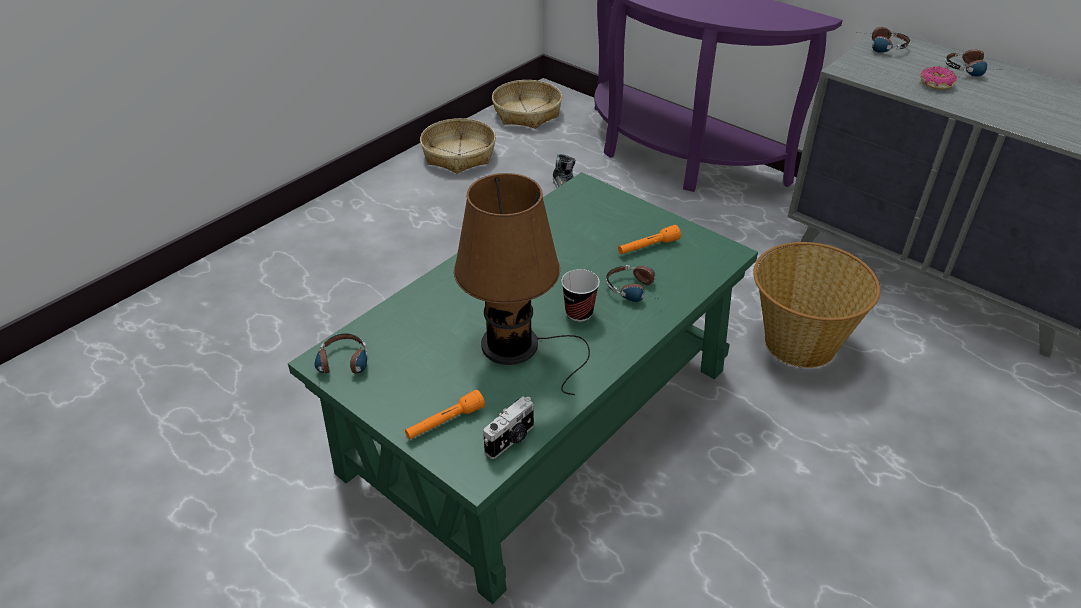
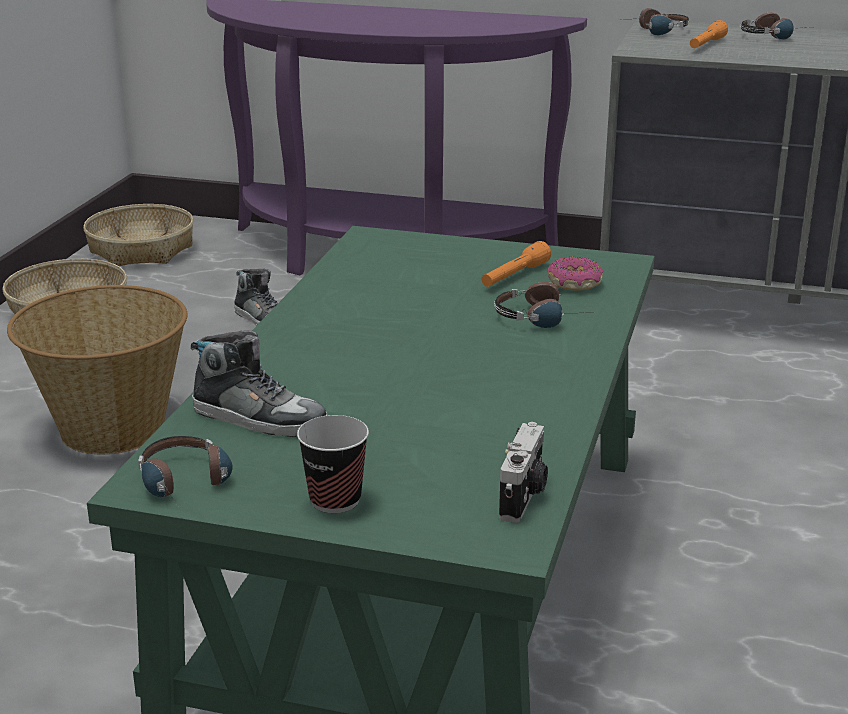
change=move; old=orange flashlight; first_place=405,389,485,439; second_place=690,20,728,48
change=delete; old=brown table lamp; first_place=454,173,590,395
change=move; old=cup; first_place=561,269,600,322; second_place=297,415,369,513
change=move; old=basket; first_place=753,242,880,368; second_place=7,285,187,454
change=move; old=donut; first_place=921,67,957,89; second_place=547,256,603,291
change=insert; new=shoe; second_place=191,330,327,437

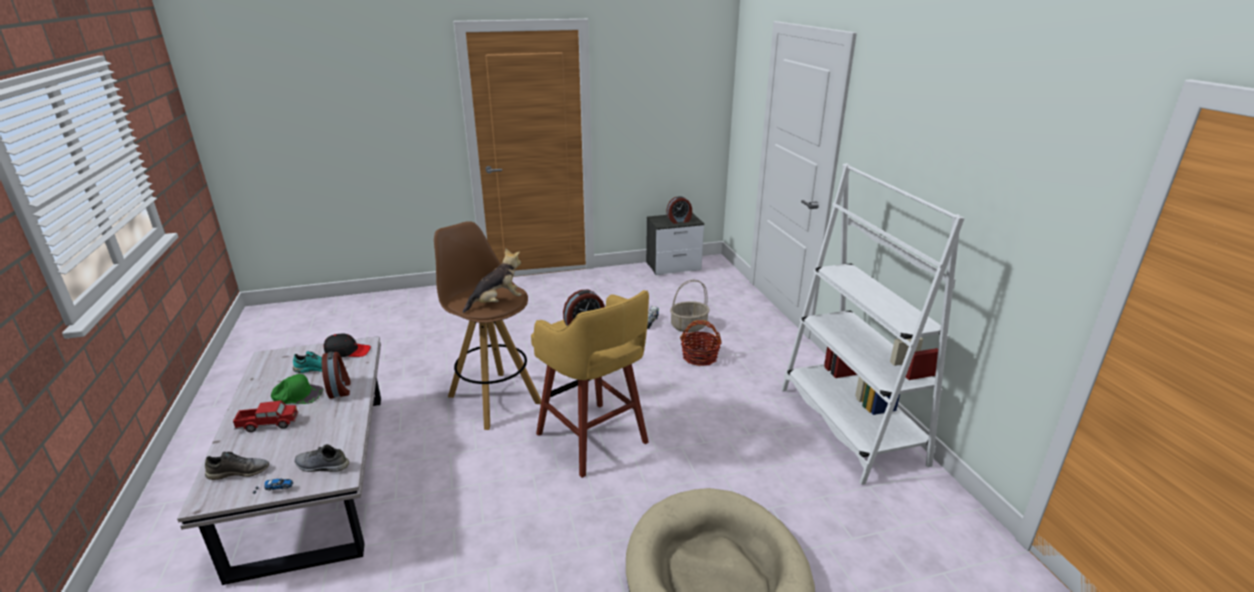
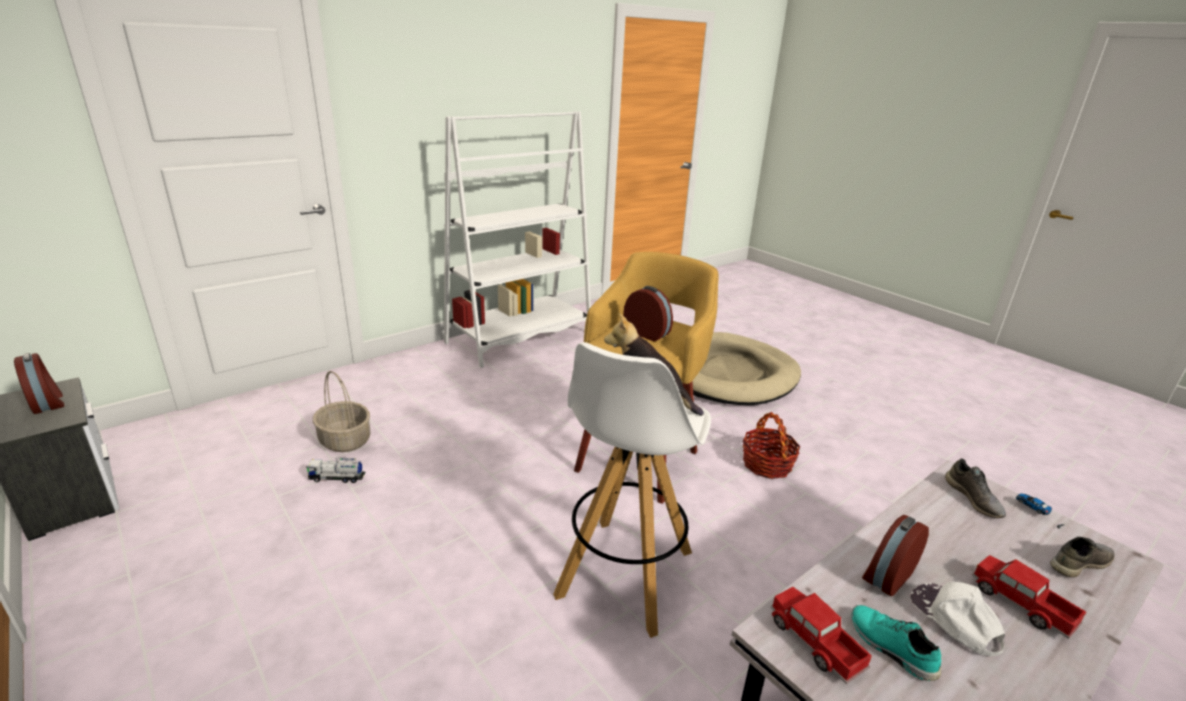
change=rotate; old=grey shoe; first_place=205,452,269,480; second_place=1050,537,1115,577; degrees=105
change=recolor; old=green cap; new=white cap; first_place=271,374,324,404; second_place=910,582,1005,656
change=replace; old=black cap; new=toy truck; first_place=324,334,371,358; second_place=771,587,872,684
change=recolor; old=brown stool; new=white stool; first_place=434,221,541,430; second_place=553,342,711,638
change=move; old=basket; first_place=680,320,722,366; second_place=742,412,801,479

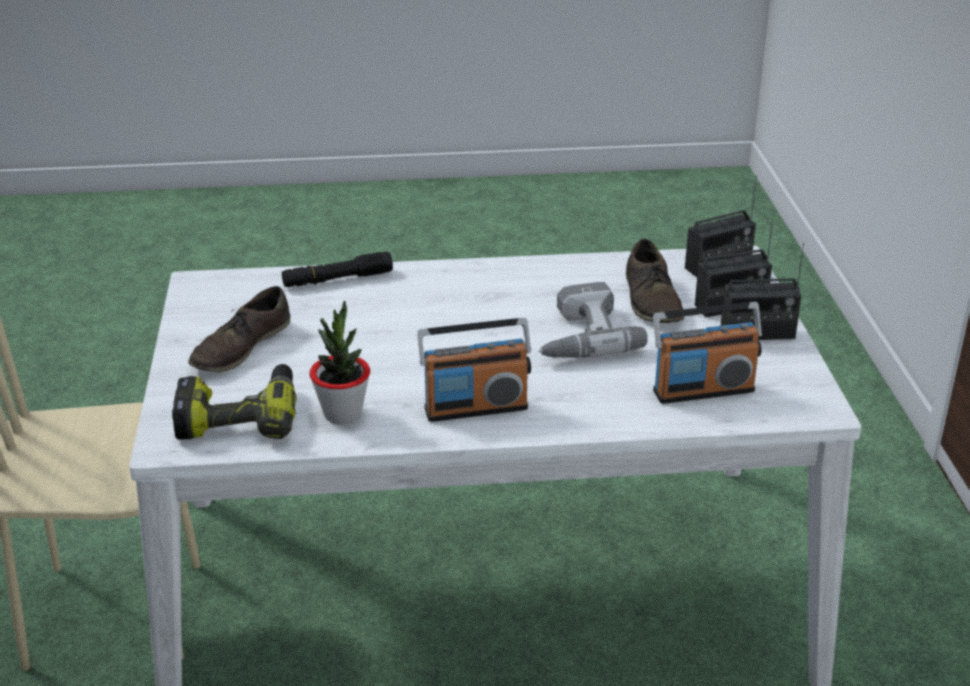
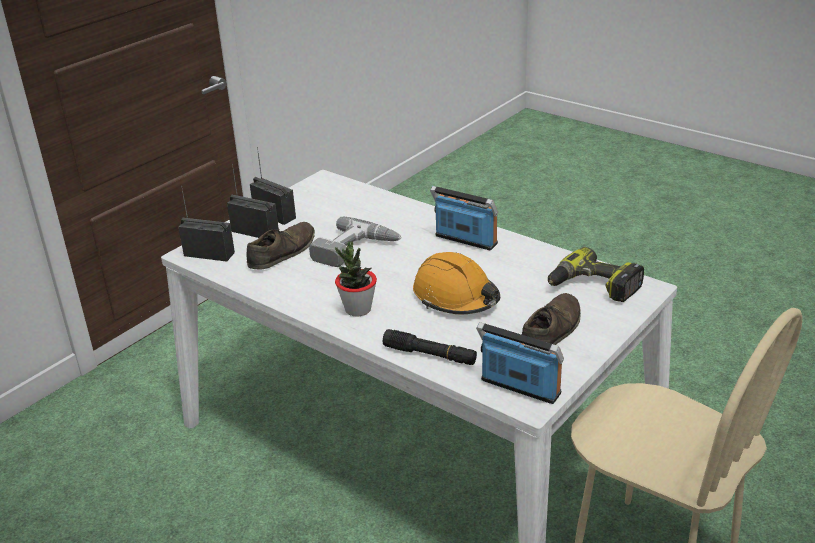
change=rotate; old=brown shoe; first_place=188,286,291,372; second_place=522,293,581,345; degrees=-45
change=move; old=potted plant; first_place=309,301,370,424; second_place=335,241,377,317
change=move; old=radio; first_place=653,302,762,404; second_place=476,322,564,404
change=insert; new=orange hard hat; second_place=413,252,500,314

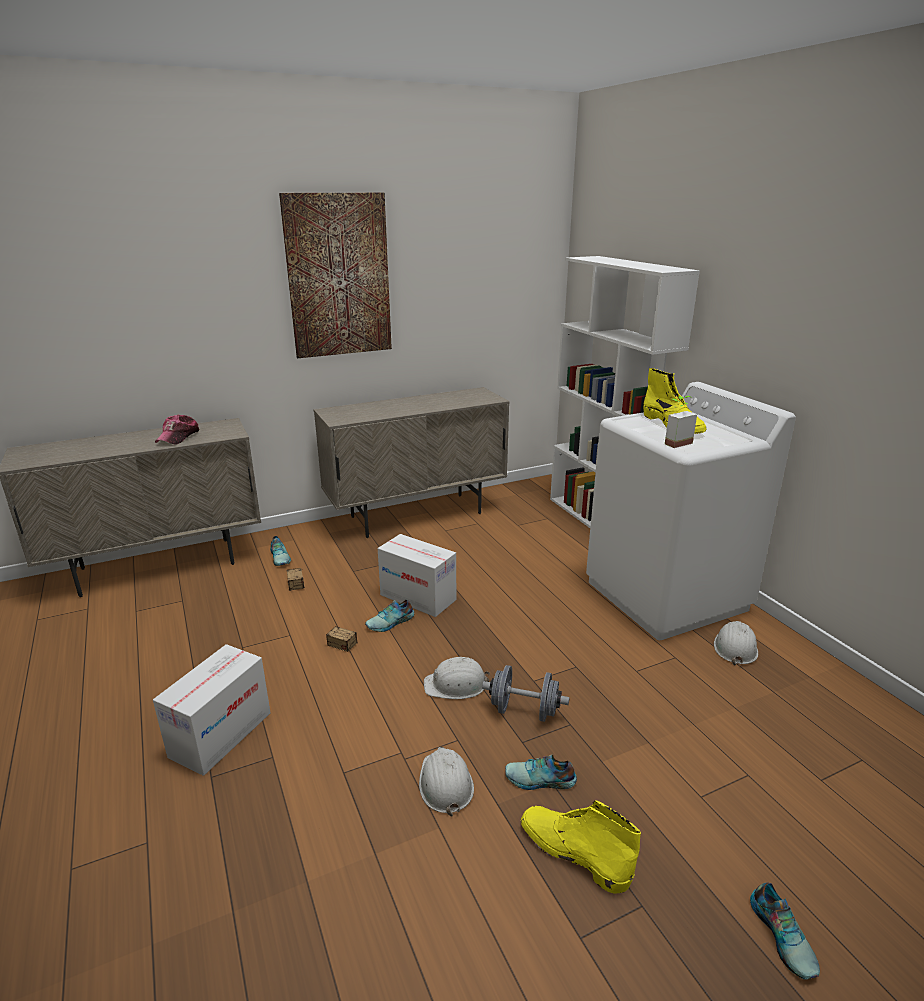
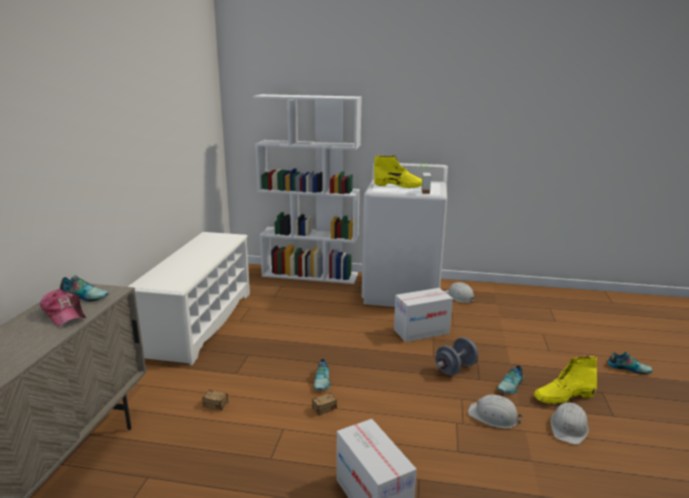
change=move; old=shoe; first_place=270,536,291,566; second_place=60,275,109,302
change=delete; old=picture; first_place=279,193,392,358
change=replace; old=beige cabinet; new=white shoe rack; first_place=313,387,509,538; second_place=128,232,250,365
change=move; old=cardboard box; first_place=378,534,456,617; second_place=394,288,453,342
change=move; old=white hard hat; first_place=424,657,490,699; second_place=551,402,589,445

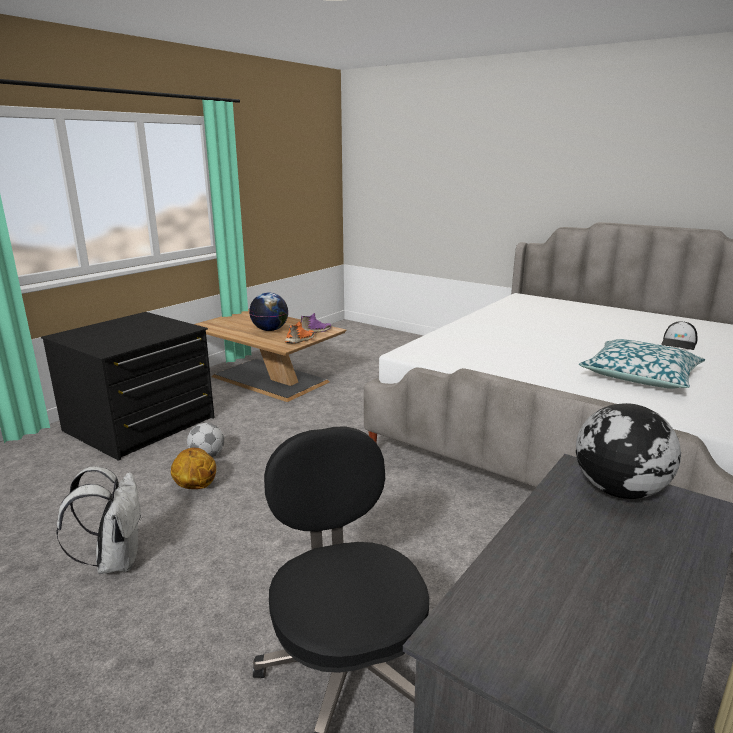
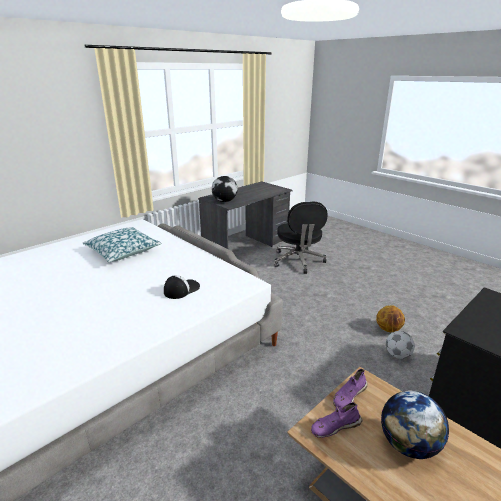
change=delete; old=white backpack; first_place=56,466,142,574
change=recolor; old=orange shoe; new=purple shoe; first_place=285,321,315,343; second_place=333,369,367,407
change=move; old=cap; first_place=661,321,698,350; second_place=164,275,200,299

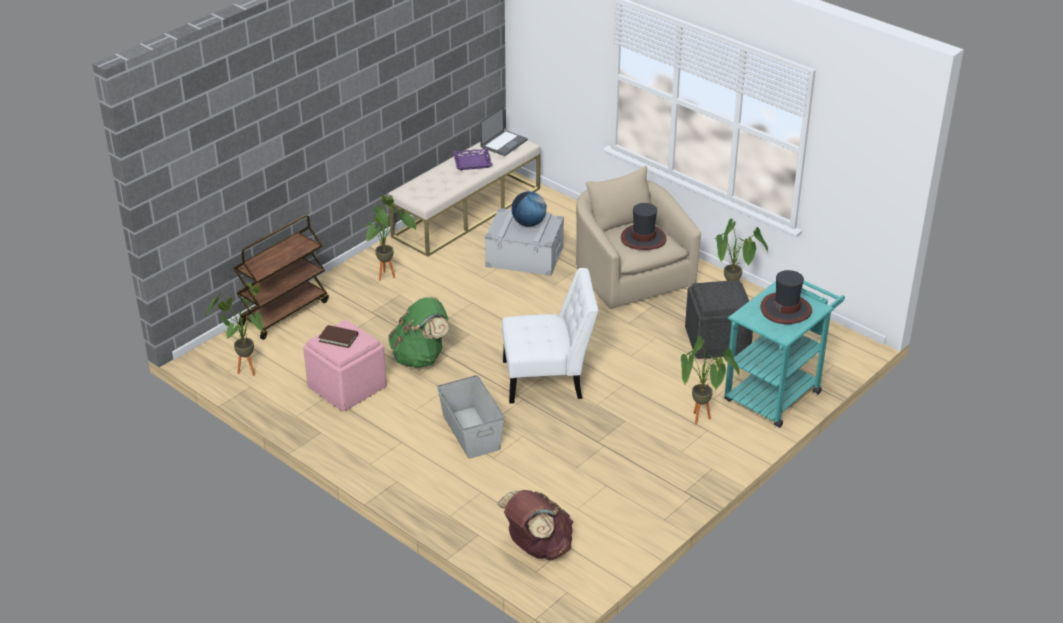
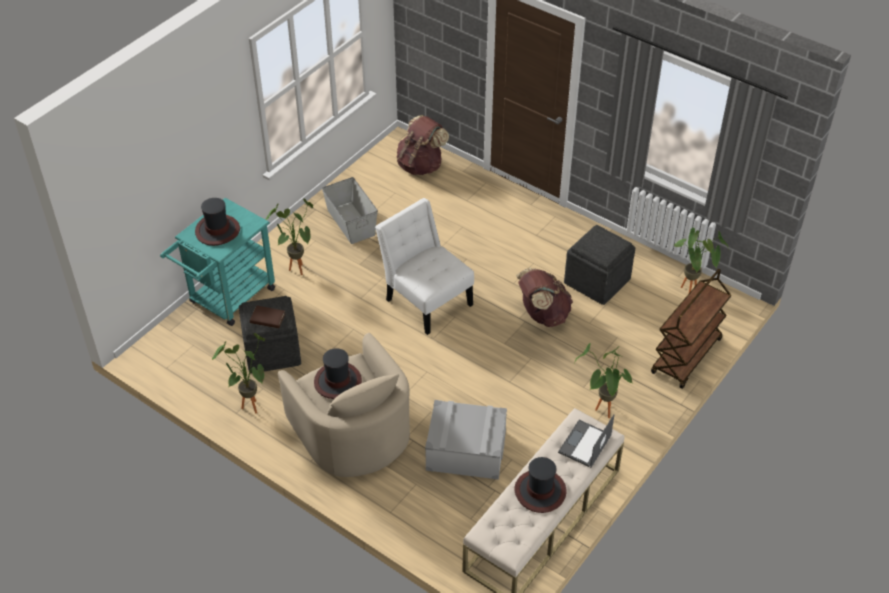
change=recolor; old=pink ottoman; new=grey ottoman; first_place=303,320,387,411; second_place=564,225,635,305
change=move; old=brown book; first_place=318,325,358,348; second_place=250,306,285,328
change=recolor; old=green backpack; new=brown backpack; first_place=388,296,449,368; second_place=516,268,573,327
change=move; old=grey storage box; first_place=437,375,505,459; second_place=322,177,378,244
change=replace; old=purple tray; new=hat; first_place=453,148,493,170; second_place=515,457,566,513
change=move; old=laptop; first_place=480,106,528,156; second_place=558,414,615,468
change=rotate; old=white chair; first_place=502,268,599,404; second_place=375,198,474,335; degrees=60
change=delete; old=globe; first_place=511,191,547,227

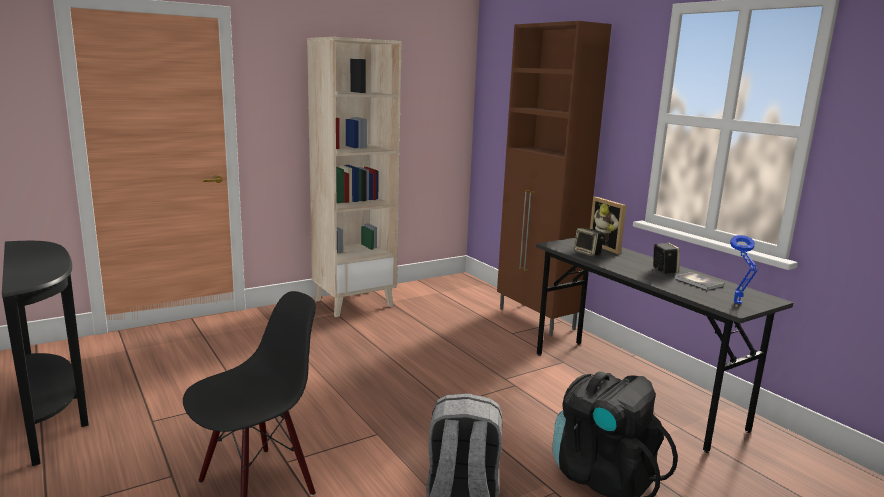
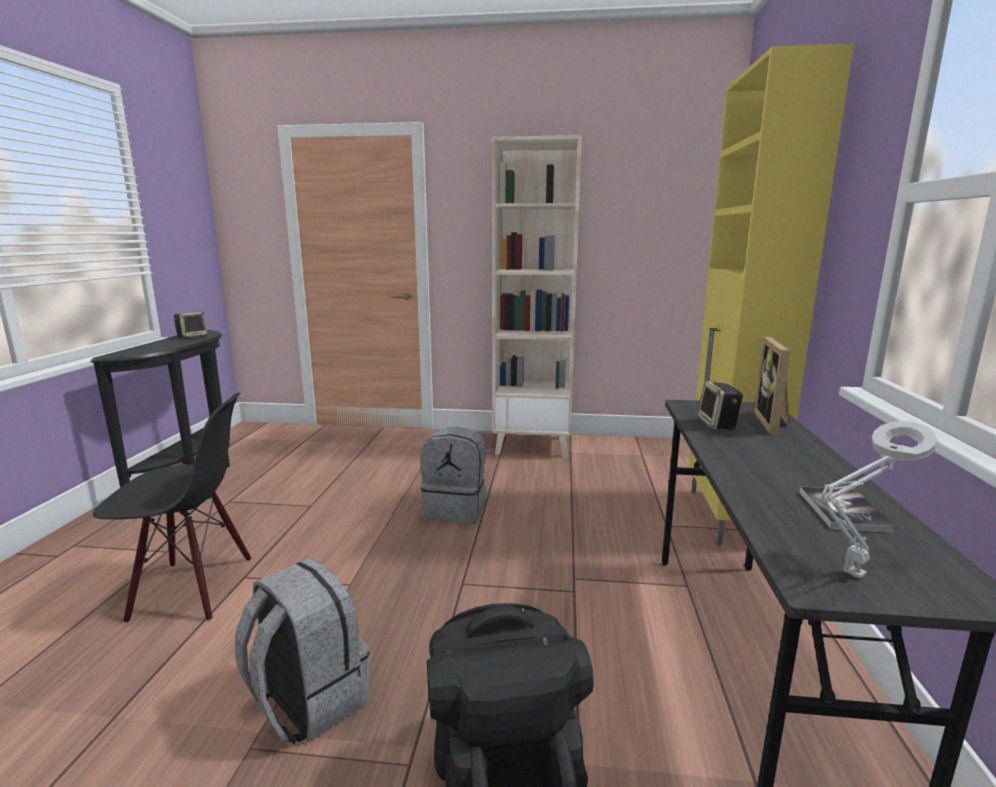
change=recolor; old=brown cabinet; new=yellow cabinet; first_place=497,21,612,336; second_place=689,43,854,545
change=move; old=speaker; first_place=653,243,680,274; second_place=174,312,208,338
change=recolor; old=blue table lamp; new=grey table lamp; first_place=730,235,758,304; second_place=816,421,937,578
change=insert; new=grey backpack; second_place=420,427,486,524

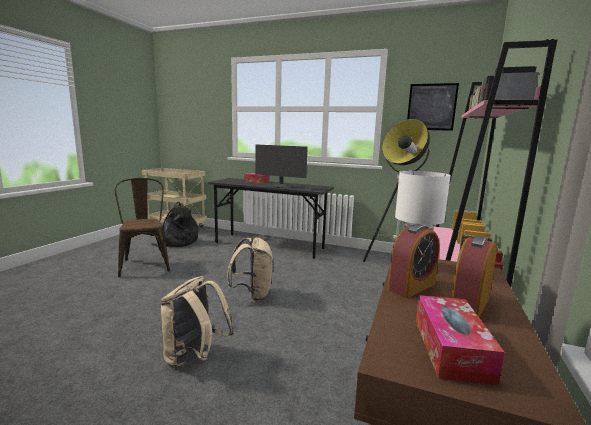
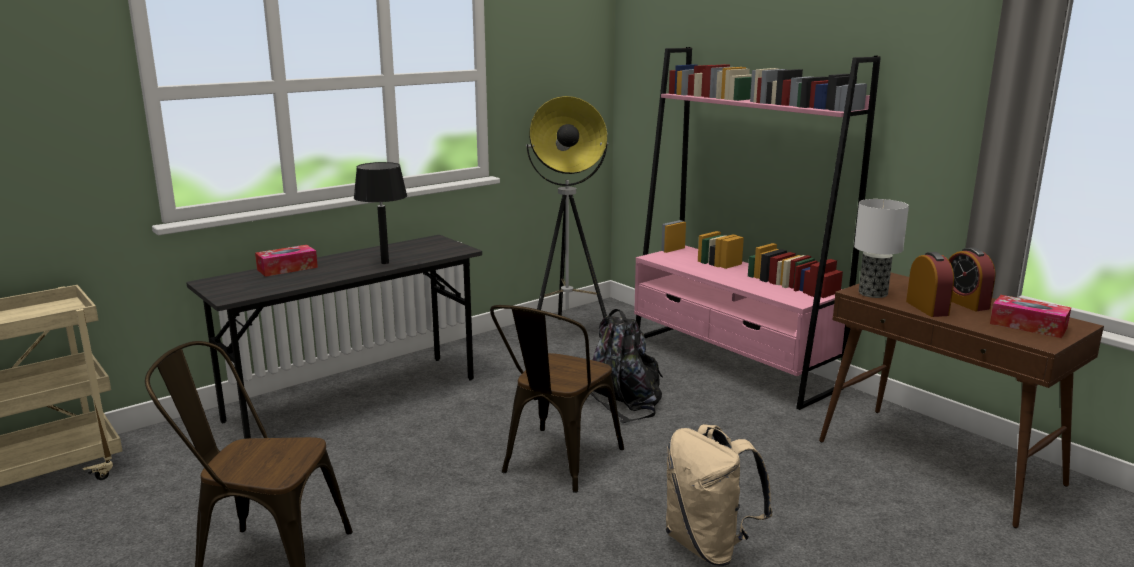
change=move; old=black backpack; first_place=151,201,198,247; second_place=590,309,663,423
change=replace; old=beige backpack; new=brown chair; first_place=227,237,273,301; second_place=490,305,624,493
change=replace; old=monitor; new=black table lamp; first_place=256,144,308,188; second_place=354,162,407,264
change=delete; old=picture; first_place=407,83,459,131

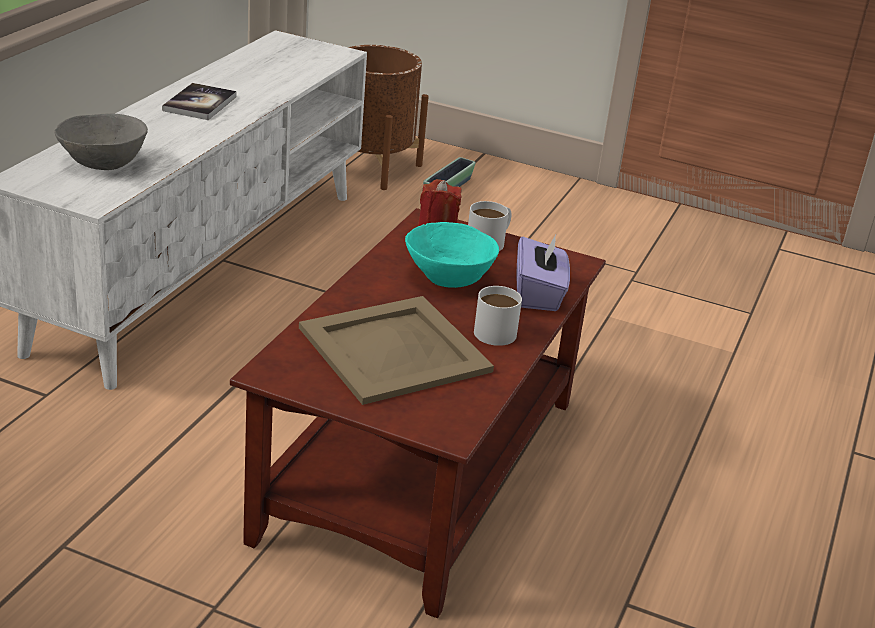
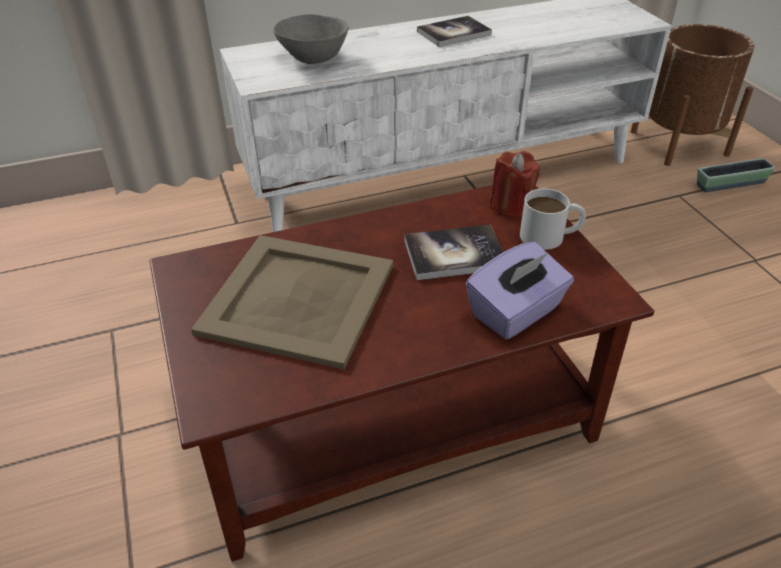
change=replace; old=turquoise bowl; new=book; first_place=405,222,499,288; second_place=404,225,503,280
change=delete; old=white mug; first_place=474,286,522,346

